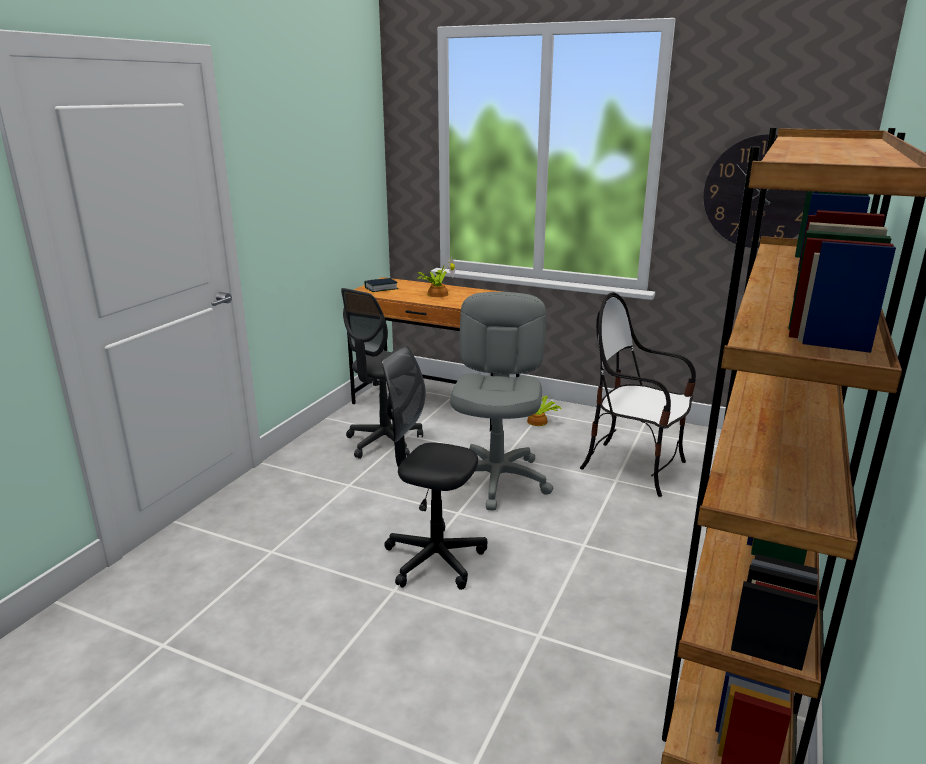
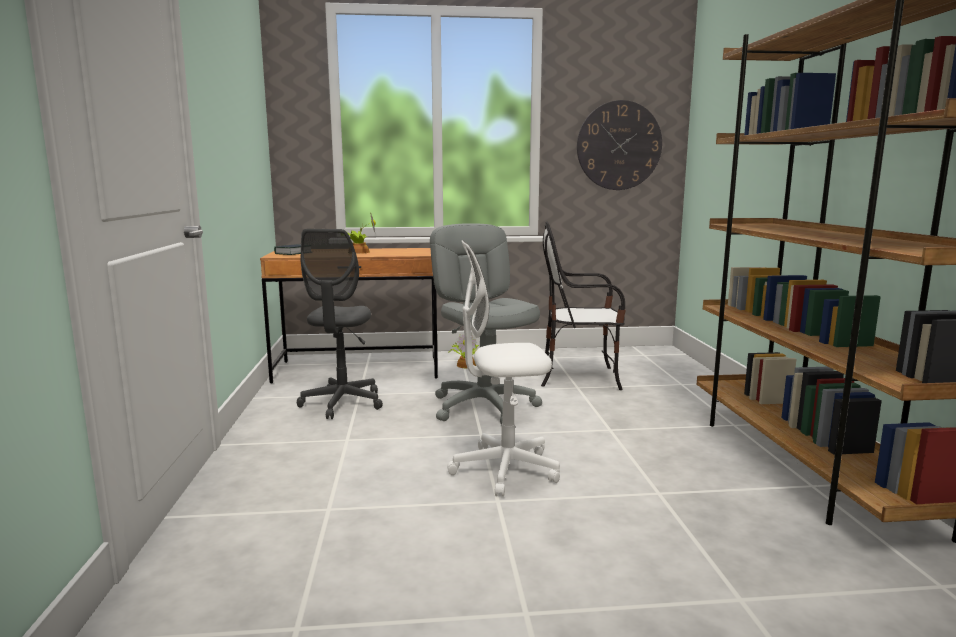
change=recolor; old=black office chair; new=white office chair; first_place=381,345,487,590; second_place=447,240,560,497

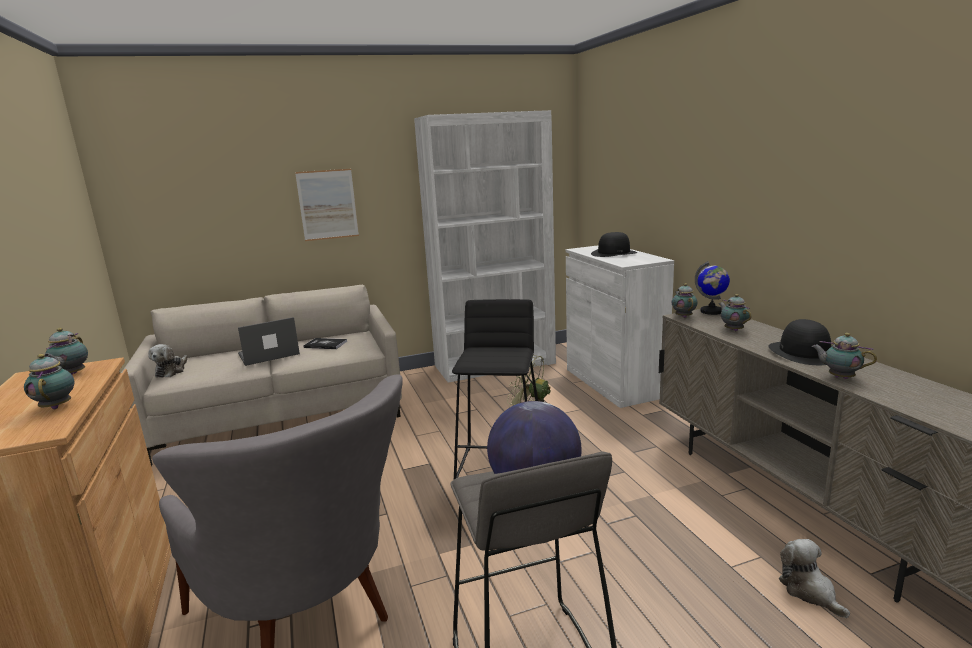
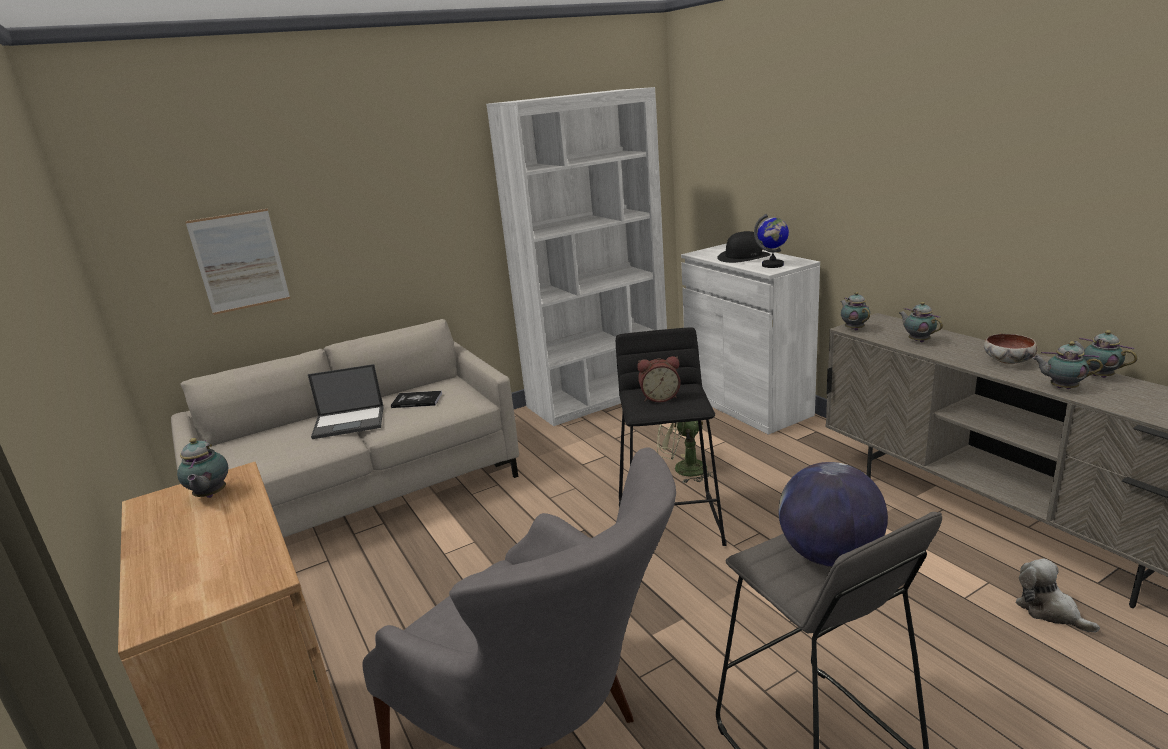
change=move; old=teapot; first_place=24,354,74,409; second_place=1074,330,1137,378
change=delete; old=plush toy; first_place=148,344,188,378
change=rotate; old=laptop; first_place=238,317,300,366; second_place=308,364,384,439; degrees=-150
change=move; old=picture; first_place=295,169,359,241; second_place=185,209,290,315
change=move; old=globe; first_place=695,261,730,315; second_place=754,214,789,268
change=replace; old=black hat; new=bowl; first_place=768,319,832,365; second_place=984,334,1038,364
change=insert; new=alarm clock; second_place=637,356,681,402

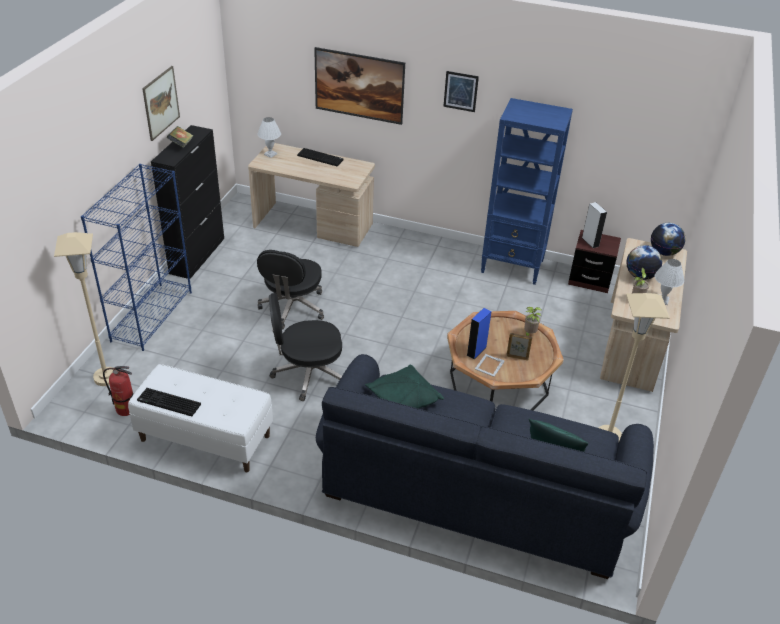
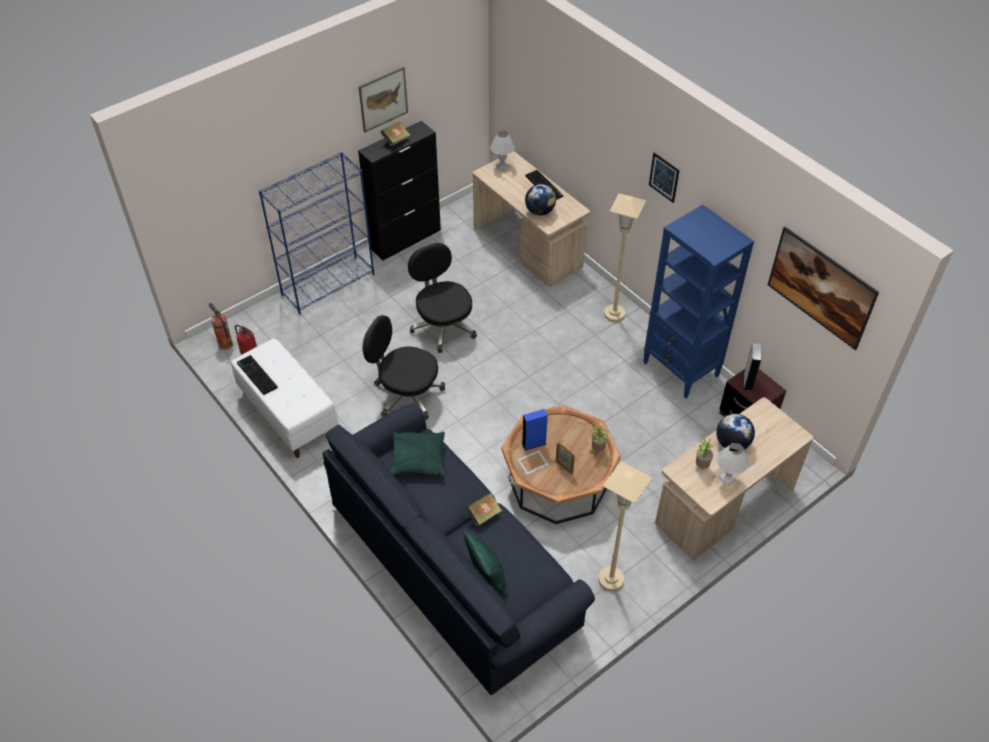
change=move; old=beige floor lamp; first_place=54,232,115,386; second_place=604,193,646,322
change=rotate; old=black office chair; first_place=257,250,324,330; second_place=408,243,477,353; degrees=105
change=move; old=picture; first_place=314,47,405,125; second_place=768,227,879,350
change=move; old=globe; first_place=651,223,685,256; second_place=525,184,556,216
change=insert; new=fire extinguisher; second_place=209,303,233,350
change=insert; new=book; second_place=465,492,502,526

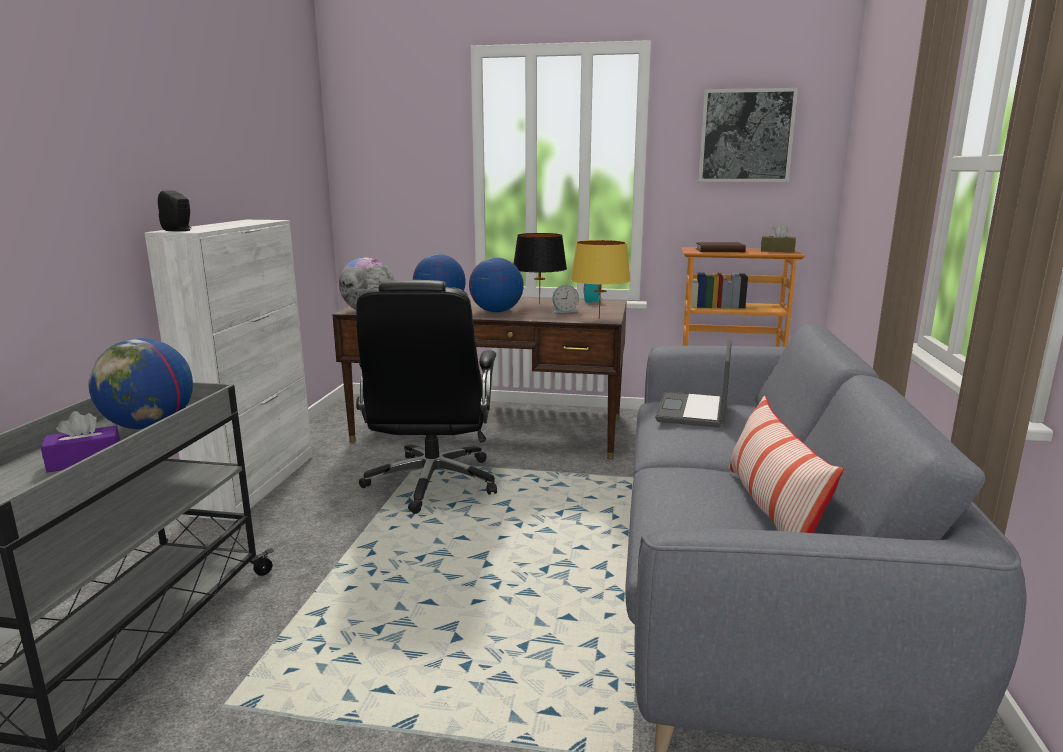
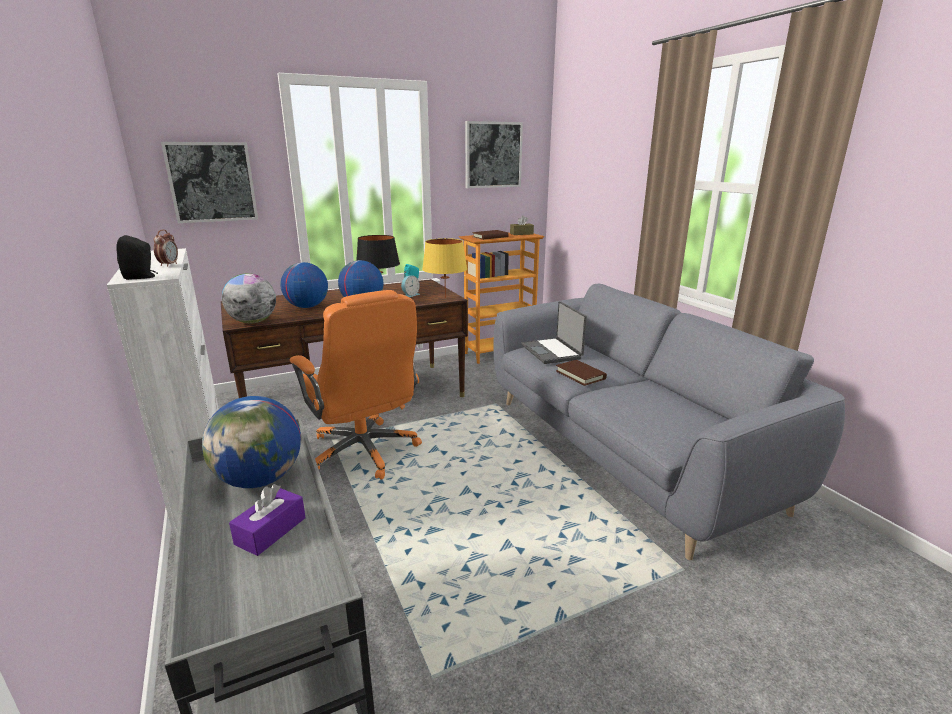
change=recolor; old=black office chair; new=orange office chair; first_place=356,280,497,514; second_place=290,290,422,480
change=delete; old=pillow; first_place=728,396,844,533
change=insert; new=alarm clock; second_place=154,230,178,266
change=insert; new=picture; second_place=161,142,258,223
change=insert; new=brown book; second_place=556,360,607,386

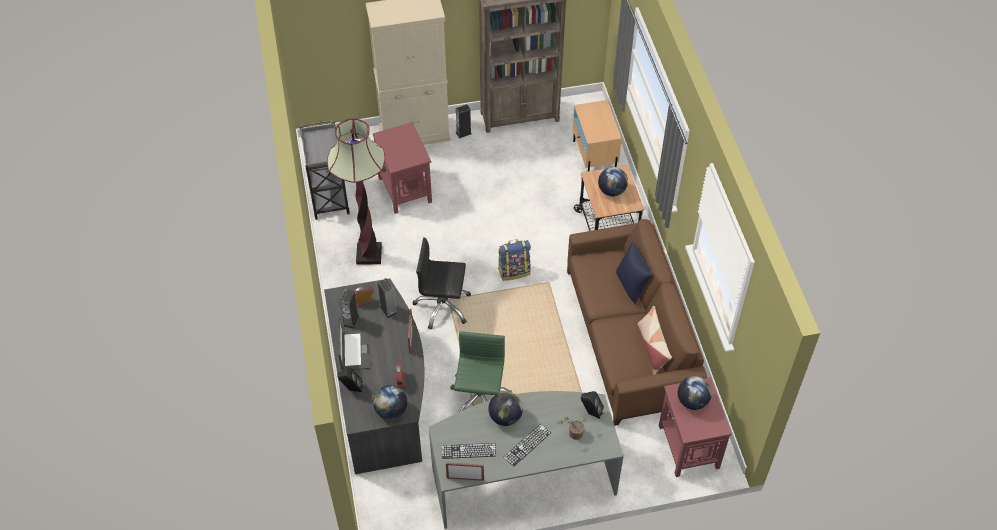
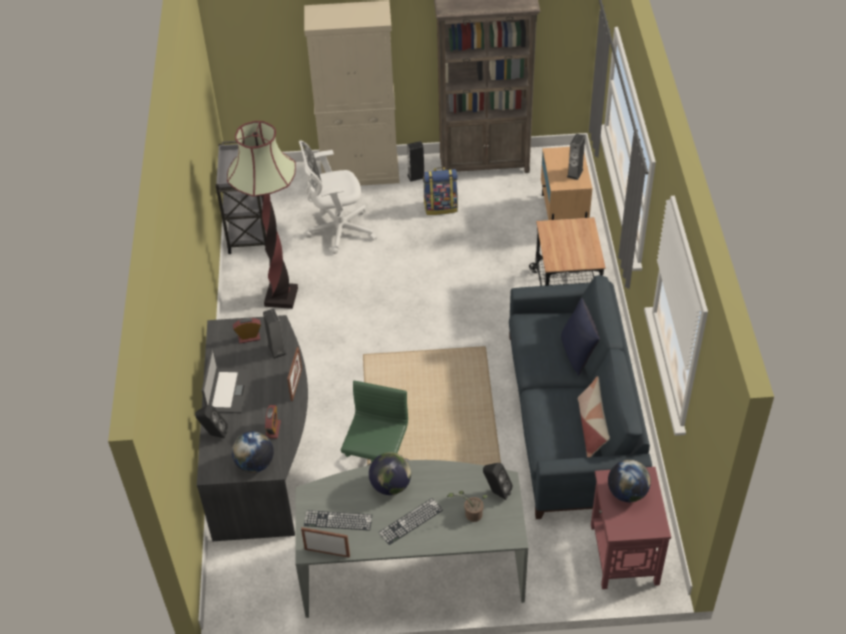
change=move; old=speaker; first_place=340,289,359,329; second_place=567,134,585,180
change=replace; old=red side table; new=white office chair; first_place=373,122,432,214; second_place=299,140,377,254
change=delete; old=black office chair; first_place=412,238,471,330
change=move; old=backpack; first_place=498,239,531,281; second_place=423,167,458,215
change=recolor; old=brown sofa; new=blue sofa; first_place=567,219,707,426; second_place=509,275,652,519
change=delete; old=globe; first_place=598,167,628,196

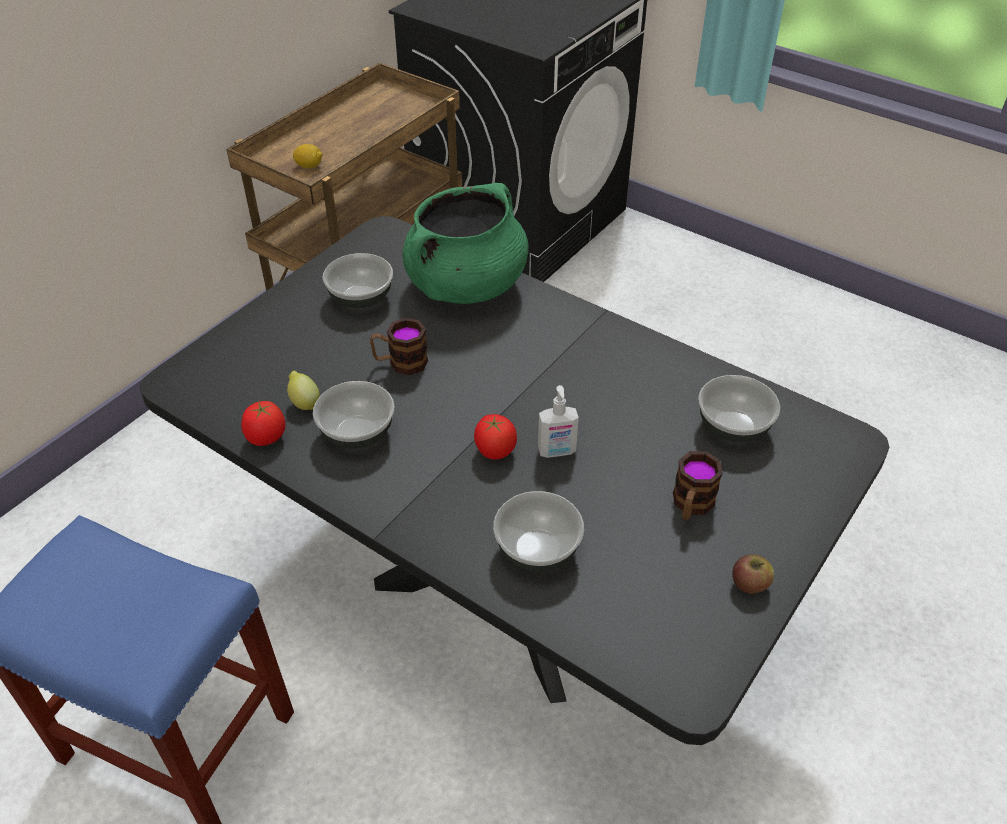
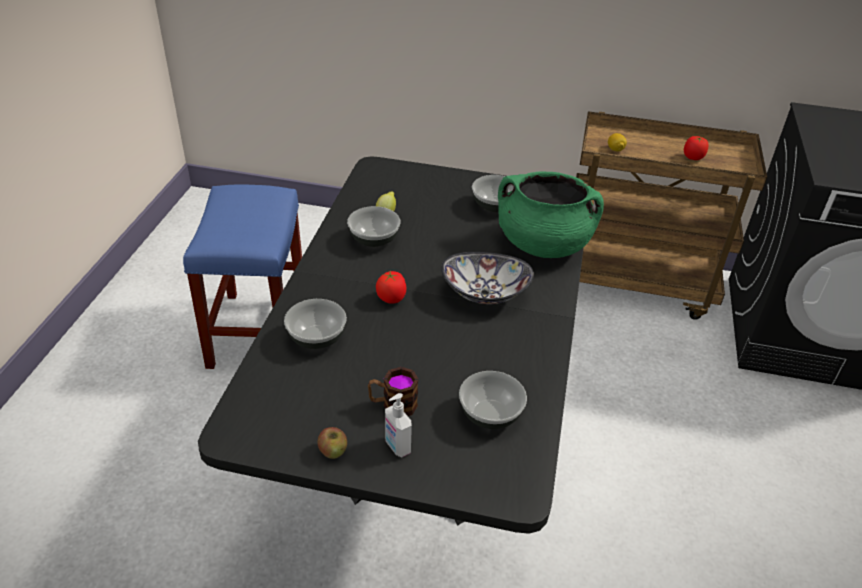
change=move; old=tomato; first_place=241,401,286,446; second_place=684,136,708,160
change=delete; old=mug; first_place=370,318,428,375
change=move; old=soap dispenser; first_place=538,385,579,458; second_place=385,393,412,458
change=insert; new=bowl; second_place=441,252,534,304

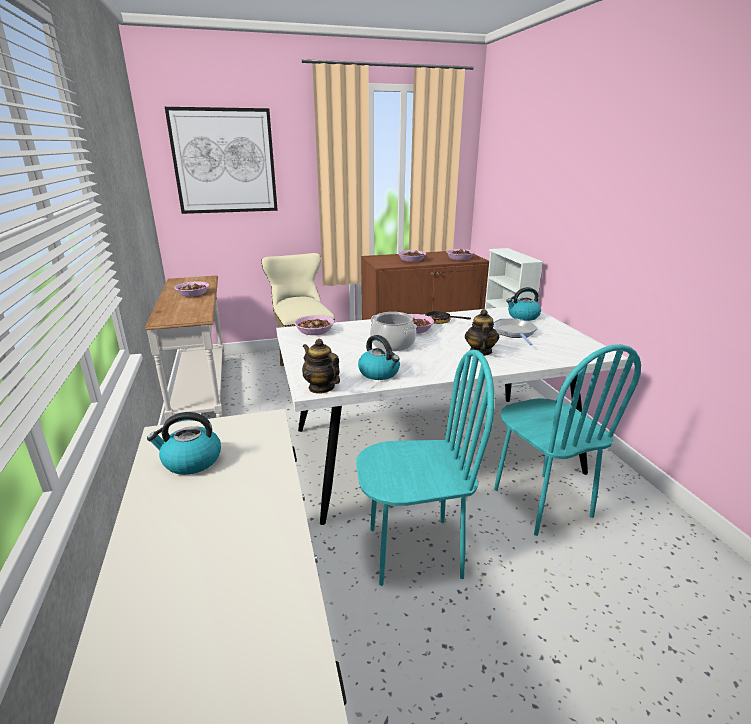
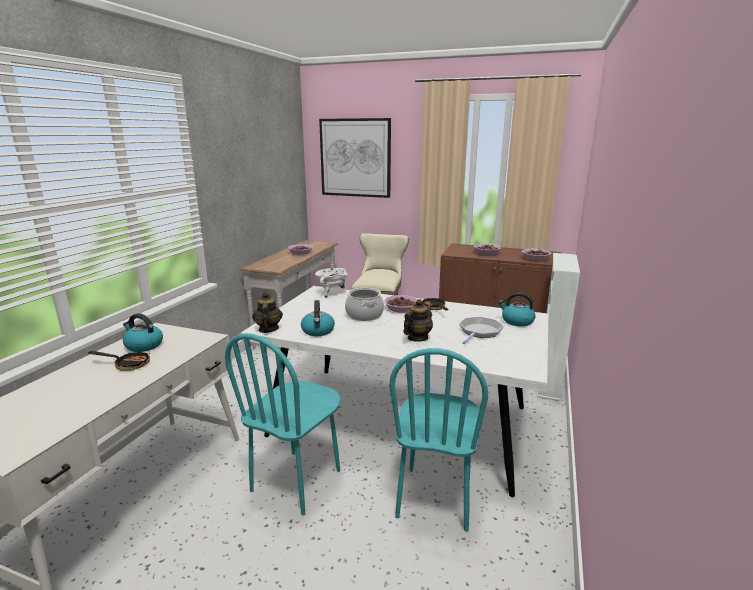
change=replace; old=bowl; new=white cooking pot; first_place=294,315,334,335; second_place=315,268,348,298
change=rotate; old=turquoise chair; first_place=356,350,495,586; second_place=225,333,341,516; degrees=90
change=insert; new=frying pan; second_place=88,350,150,371

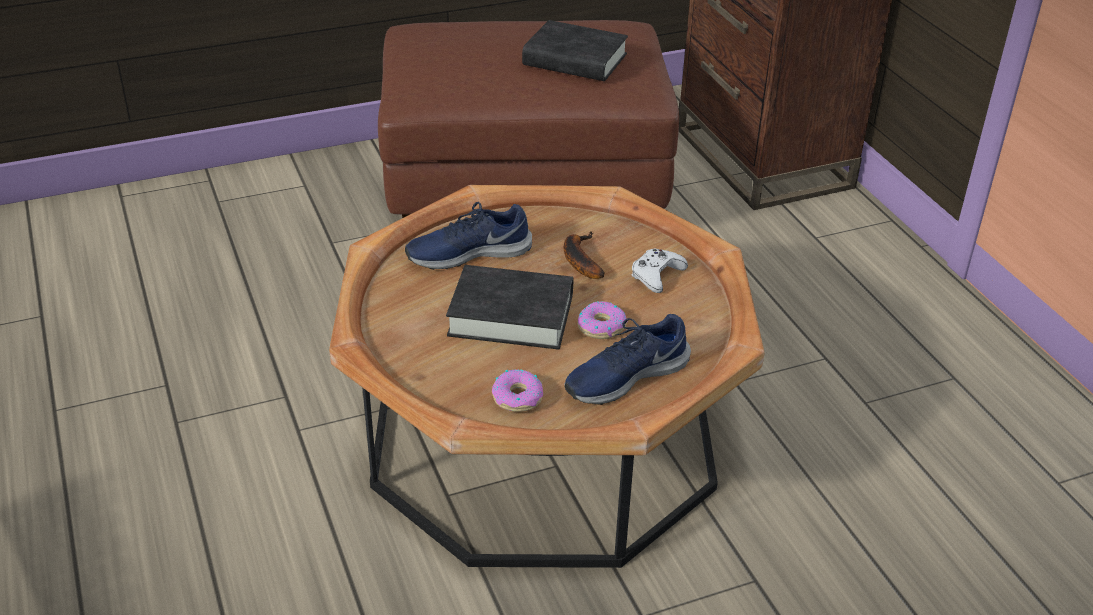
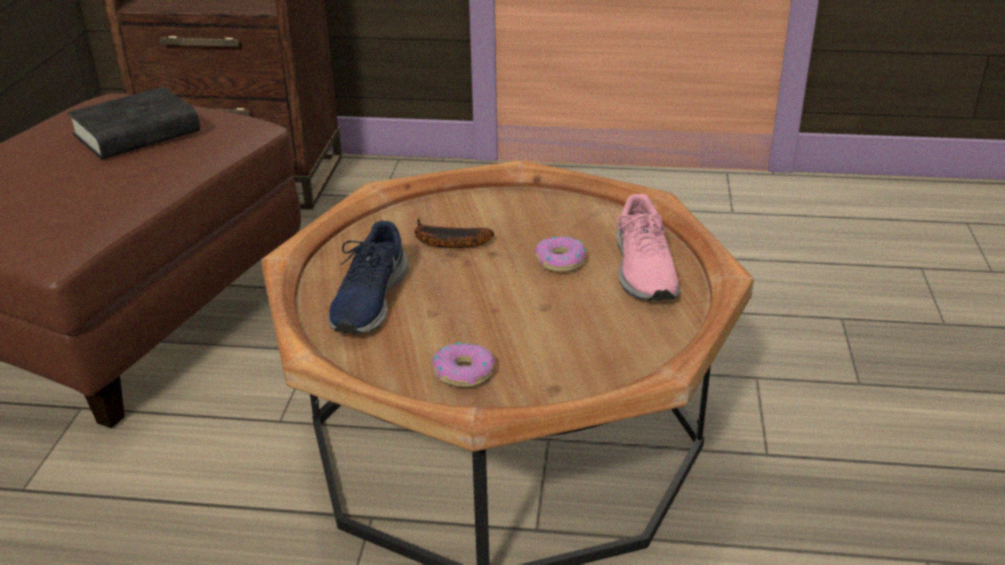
change=delete; old=black book; first_place=446,265,573,350
change=move; old=donut; first_place=492,369,543,412; second_place=432,342,495,388
change=recolor; old=blue shoe; new=pink shoe; first_place=565,314,691,405; second_place=616,194,680,301
change=delete; old=white game controller; first_place=631,249,688,293

